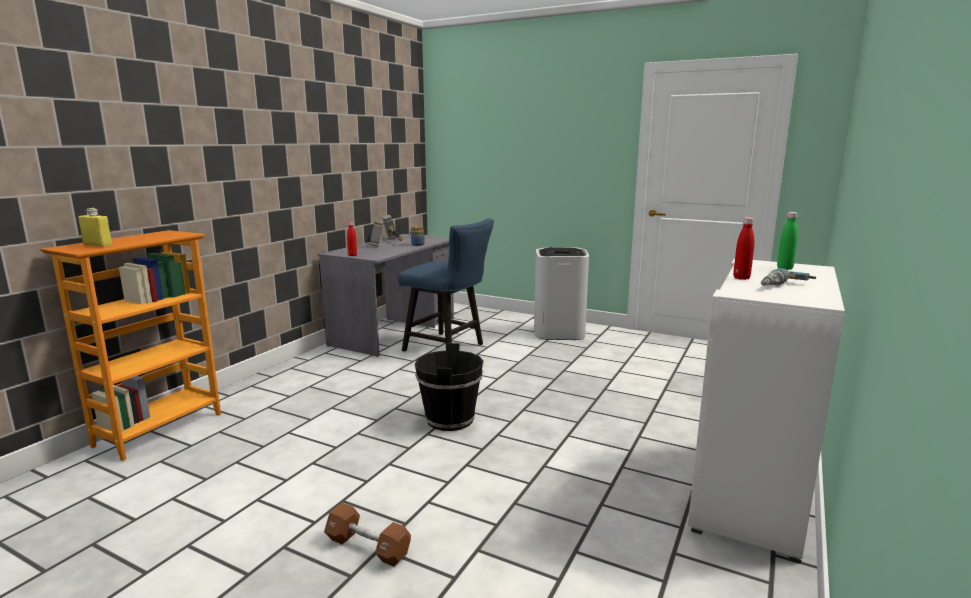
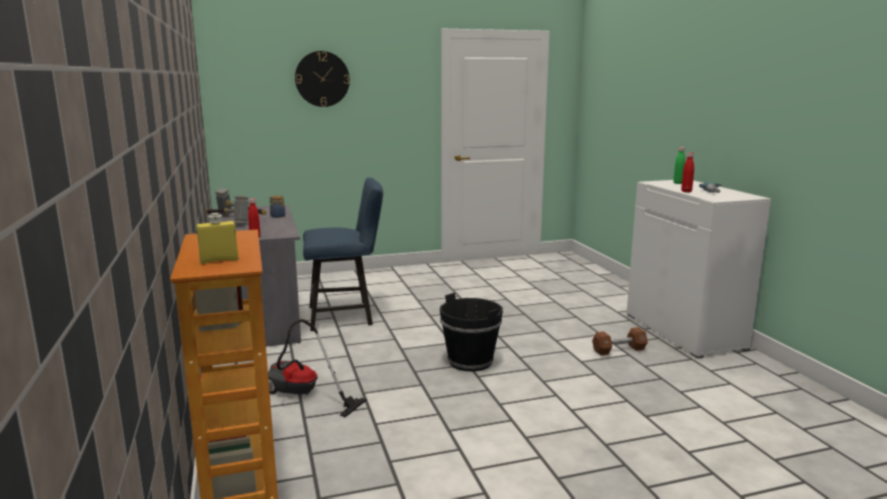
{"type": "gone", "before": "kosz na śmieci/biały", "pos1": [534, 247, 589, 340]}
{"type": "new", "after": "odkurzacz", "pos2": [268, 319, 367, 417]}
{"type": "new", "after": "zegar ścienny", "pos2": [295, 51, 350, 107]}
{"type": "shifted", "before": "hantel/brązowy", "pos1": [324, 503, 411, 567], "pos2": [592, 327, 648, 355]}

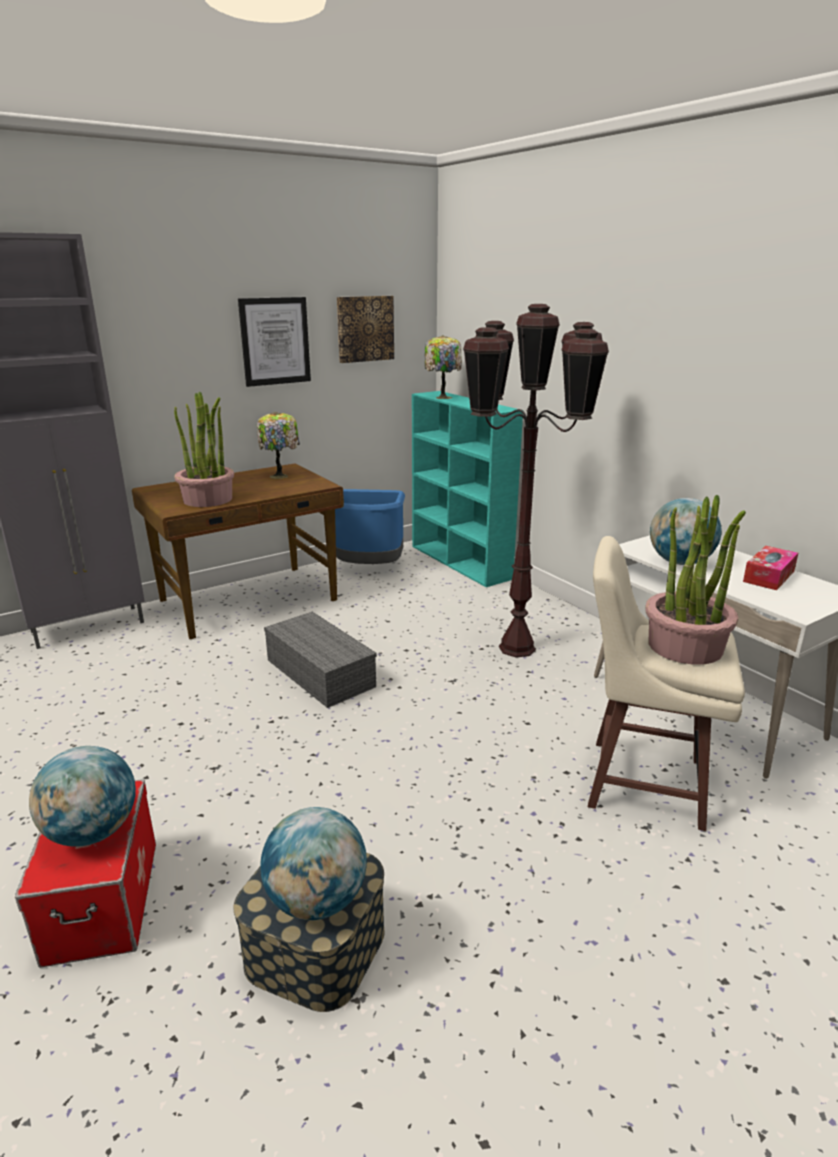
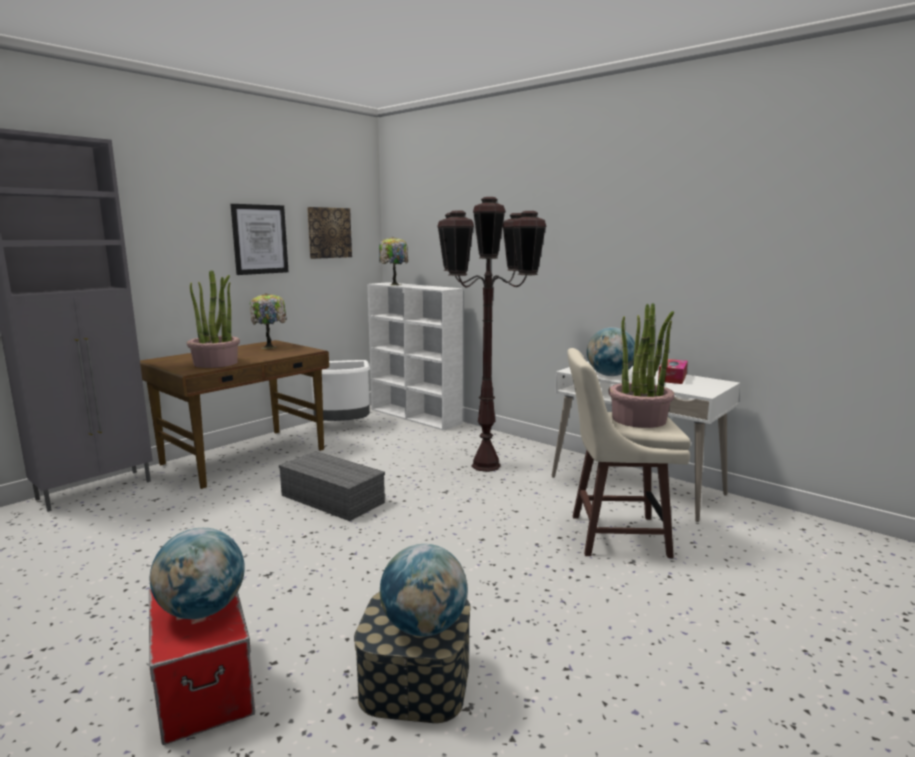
{"type": "repainted", "before": "kosz na śmieci/niebieski", "after": "kosz na śmieci/biały", "pos1": [335, 489, 405, 564], "pos2": [311, 360, 370, 421]}
{"type": "repainted", "before": "regał/turkusowy", "after": "regał/biały", "pos1": [412, 391, 523, 587], "pos2": [367, 282, 463, 431]}

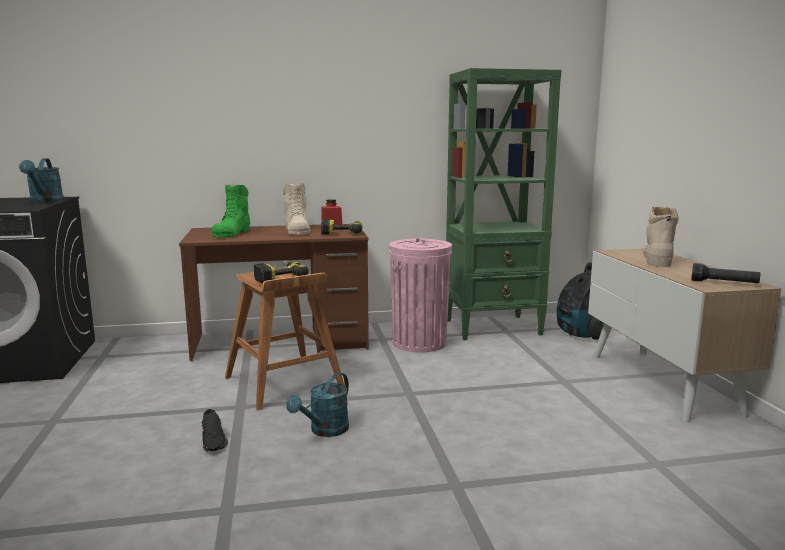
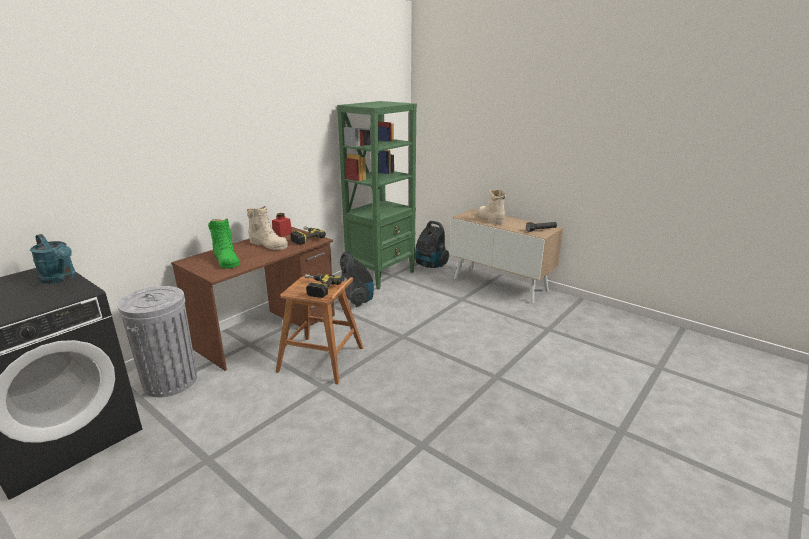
{"type": "gone", "before": "but/czarny", "pos1": [201, 409, 228, 452]}
{"type": "gone", "before": "konewka/turkusowy", "pos1": [286, 372, 349, 437]}
{"type": "new", "after": "kosz na śmieci/szary", "pos2": [117, 286, 197, 397]}
{"type": "swapped", "before": "kosz na śmieci/różowy", "after": "odkurzacz", "pos1": [389, 238, 452, 353], "pos2": [340, 251, 374, 307]}

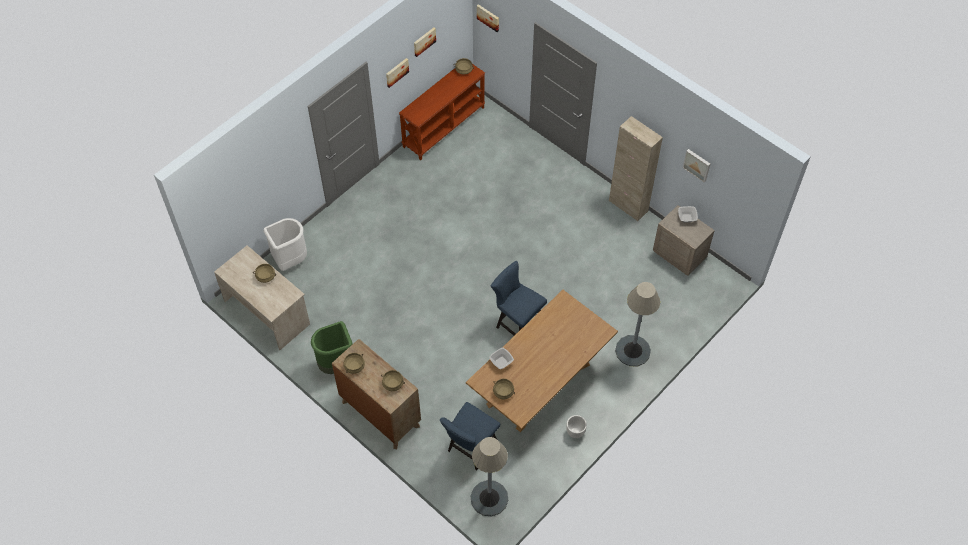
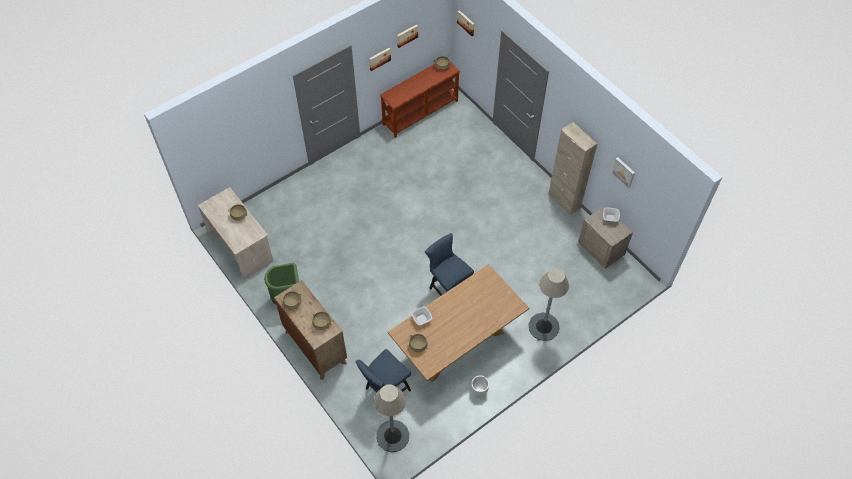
{"type": "gone", "before": "kosz na śmieci/biały", "pos1": [264, 218, 307, 271]}

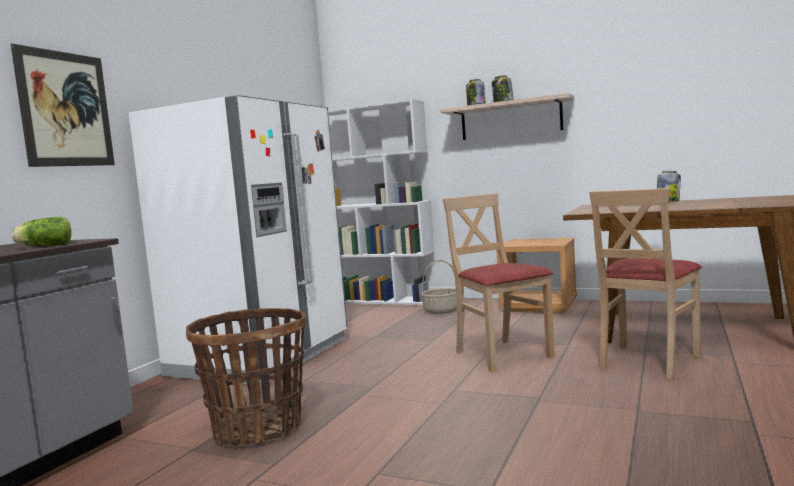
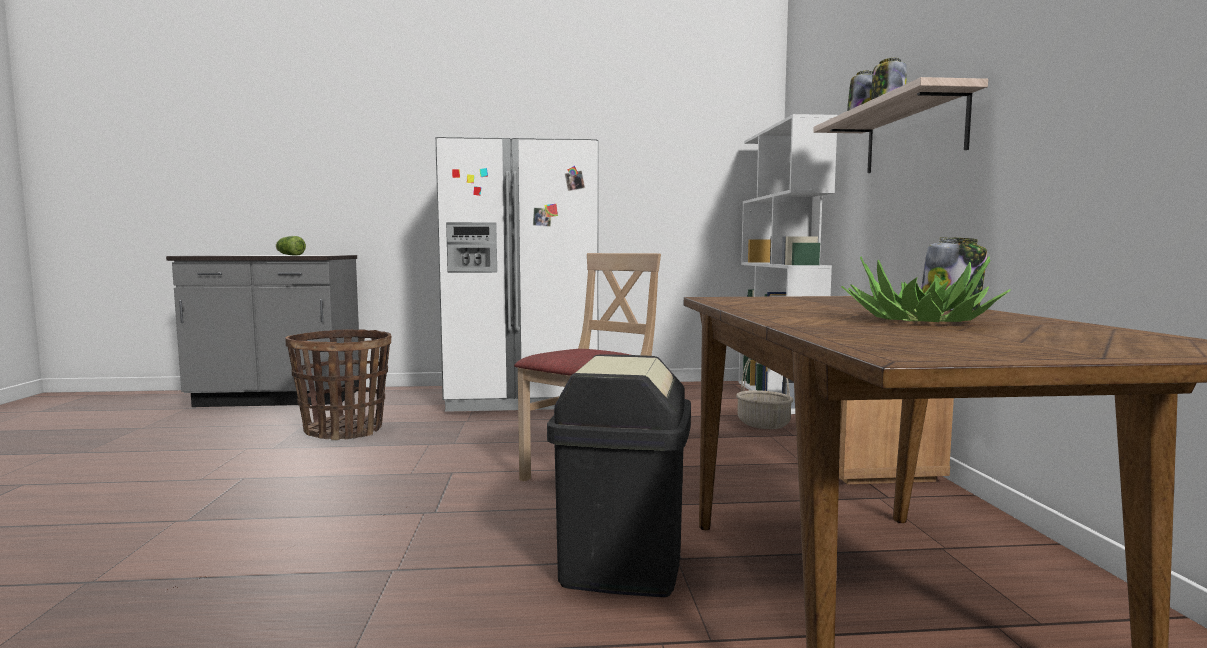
{"type": "gone", "before": "obraz", "pos1": [11, 44, 115, 167]}
{"type": "new", "after": "roślina doniczkowa", "pos2": [841, 256, 1011, 322]}
{"type": "swapped", "before": "krzesło/beżowy", "after": "kosz na śmieci/czarny", "pos1": [589, 188, 702, 379], "pos2": [547, 354, 691, 597]}

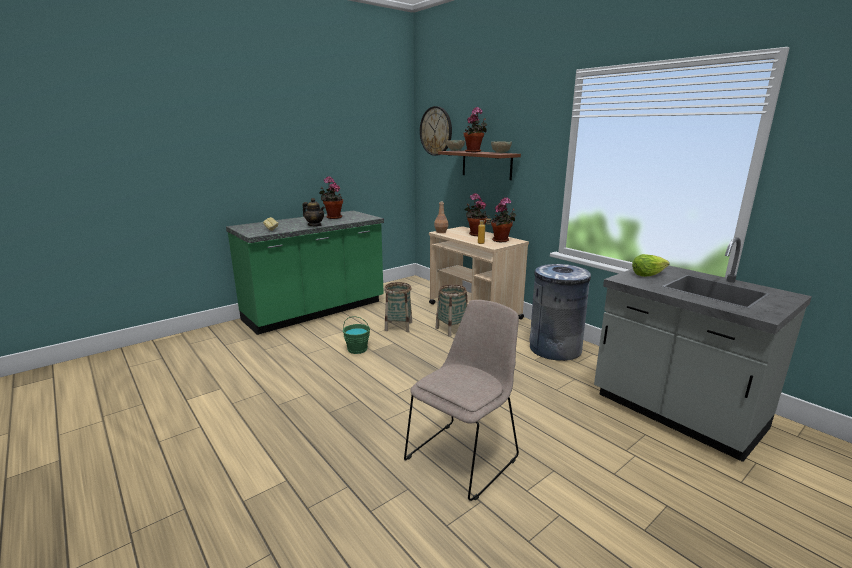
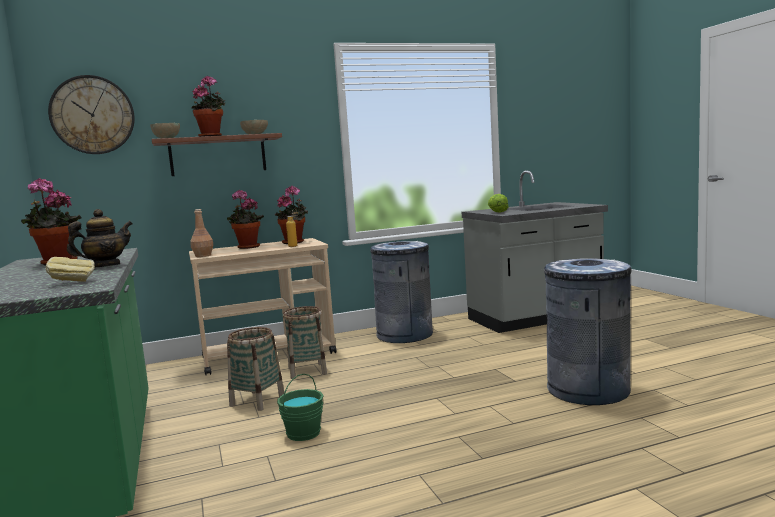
{"type": "swapped", "before": "krzesło/beżowy", "after": "kosz na śmieci/szary", "pos1": [404, 300, 519, 501], "pos2": [544, 258, 631, 405]}

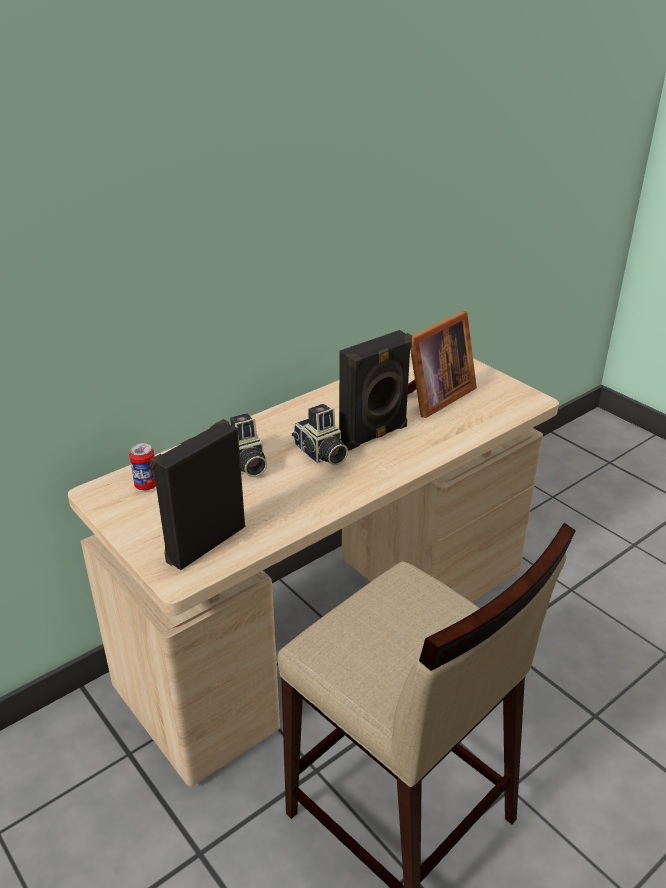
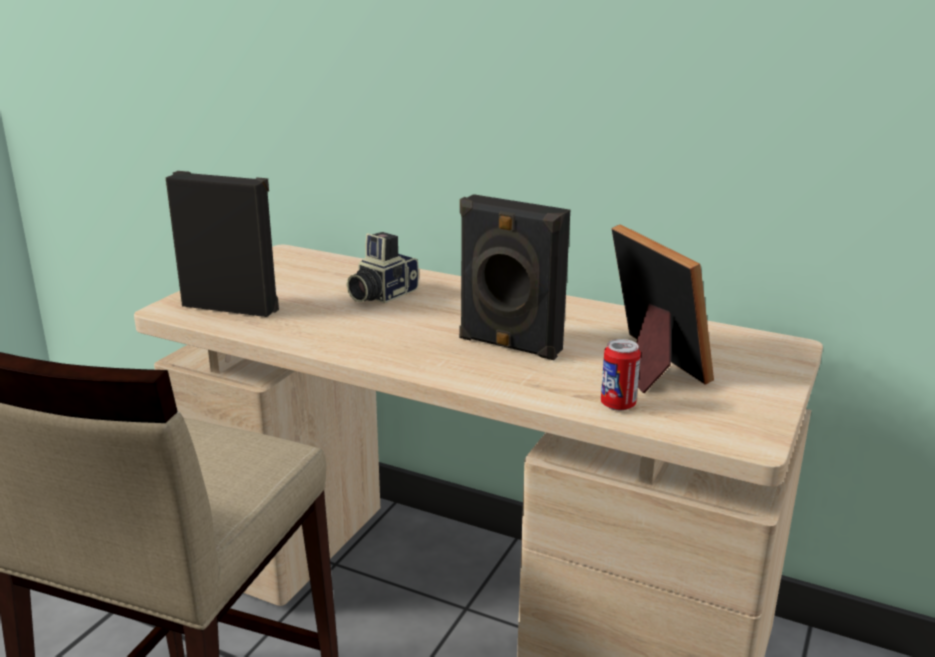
{"type": "gone", "before": "aparat fotograficzny", "pos1": [292, 404, 348, 465]}
{"type": "shifted", "before": "puszka", "pos1": [129, 443, 156, 491], "pos2": [601, 339, 641, 411]}
{"type": "rotated", "before": "ramka na zdjęcie", "pos1": [408, 311, 477, 418], "pos2": [611, 224, 714, 393], "turn": -135}

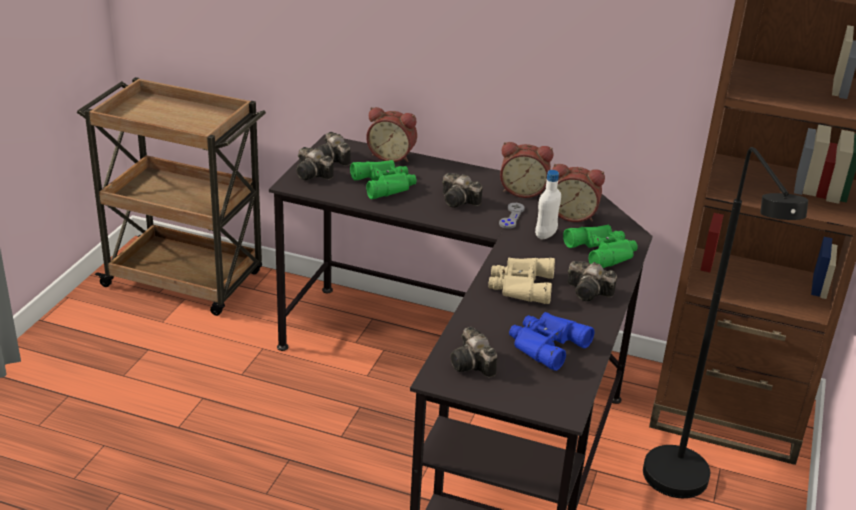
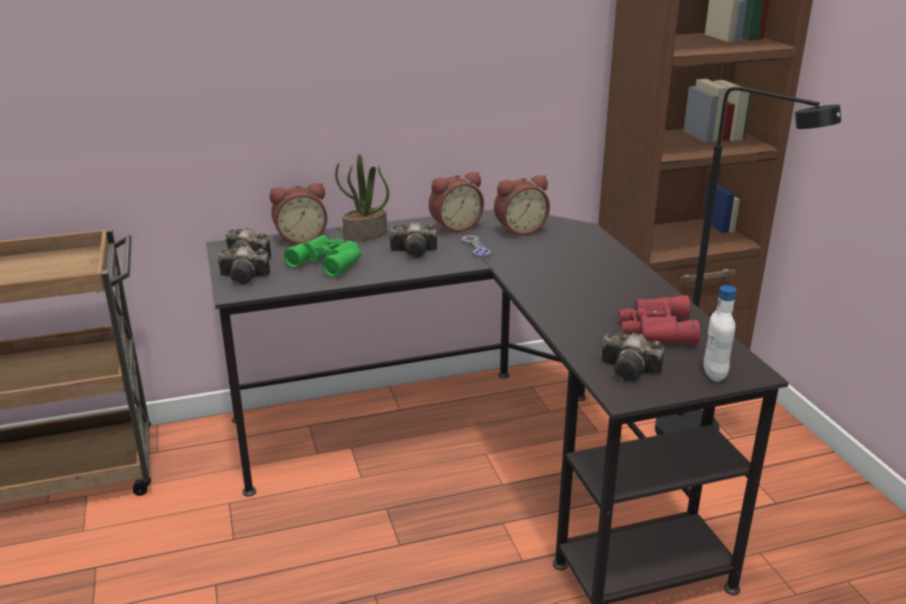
{"type": "gone", "before": "lornetka/beżowy", "pos1": [488, 257, 555, 304]}
{"type": "gone", "before": "lornetka/zielony", "pos1": [563, 225, 638, 268]}
{"type": "gone", "before": "aparat fotograficzny", "pos1": [568, 261, 617, 301]}
{"type": "new", "after": "roślina doniczkowa", "pos2": [335, 154, 389, 241]}
{"type": "shifted", "before": "butelka/biały", "pos1": [535, 170, 561, 239], "pos2": [703, 285, 736, 382]}
{"type": "repainted", "before": "lornetka/niebieski", "after": "lornetka/czerwony", "pos1": [509, 312, 594, 371], "pos2": [619, 295, 700, 345]}

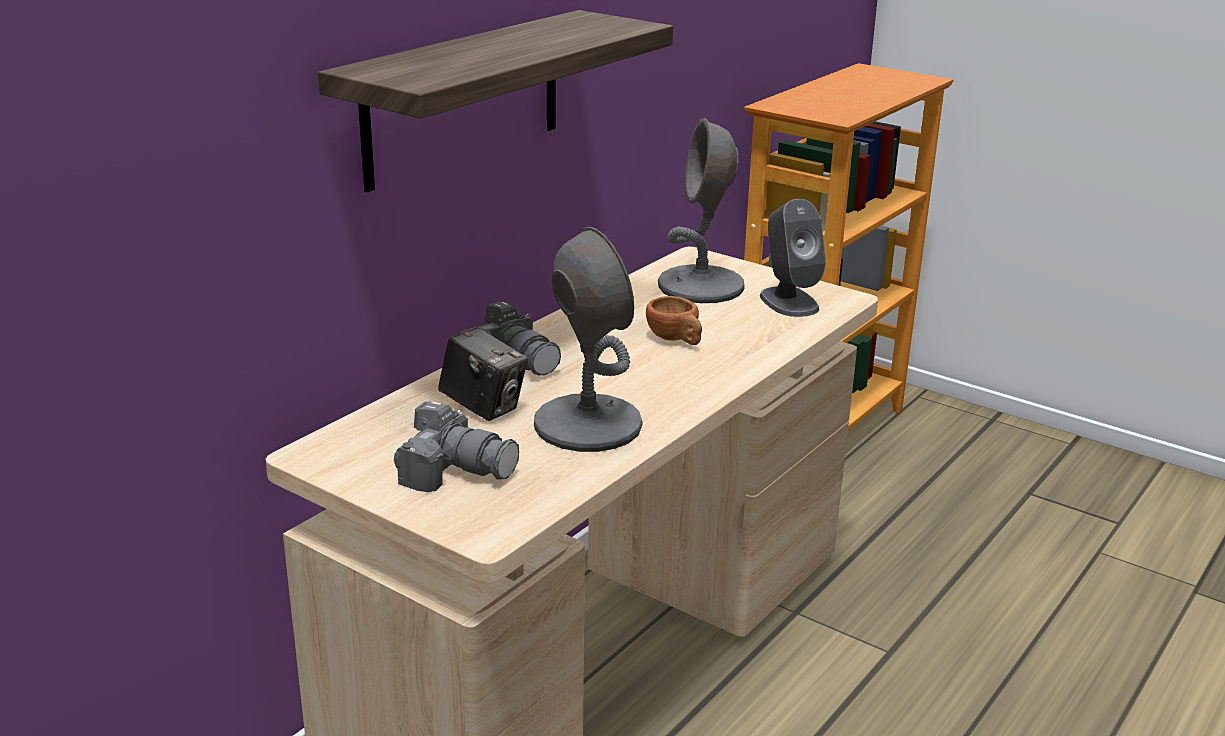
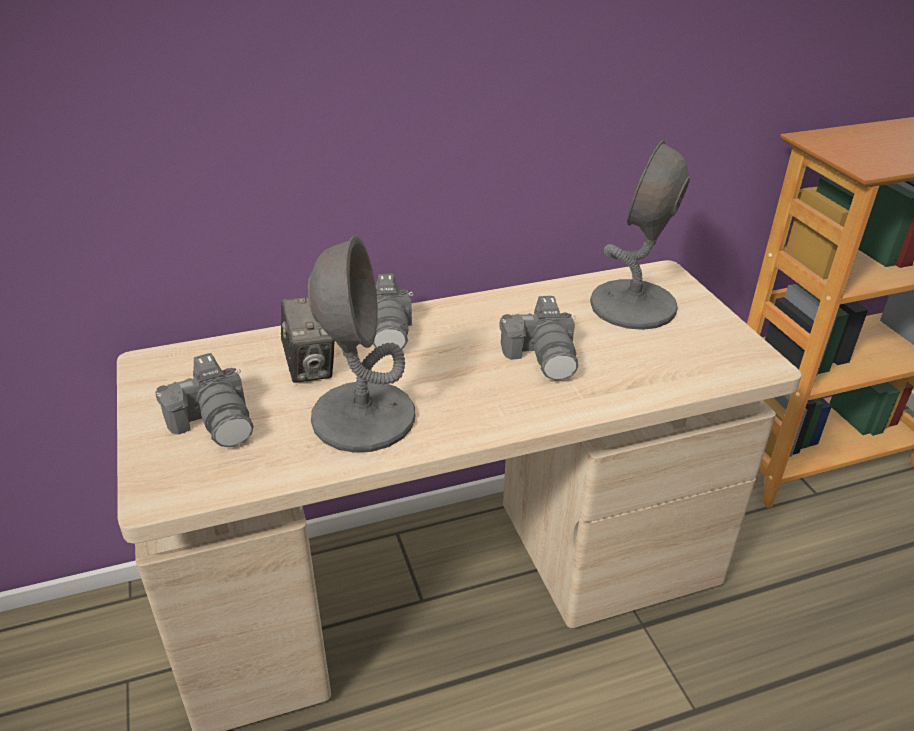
{"type": "gone", "before": "półka", "pos1": [318, 10, 673, 192]}
{"type": "gone", "before": "głośnik/szary", "pos1": [760, 199, 826, 317]}
{"type": "swapped", "before": "filiżanka/brązowy", "after": "aparat fotograficzny", "pos1": [646, 296, 702, 345], "pos2": [500, 296, 578, 380]}

